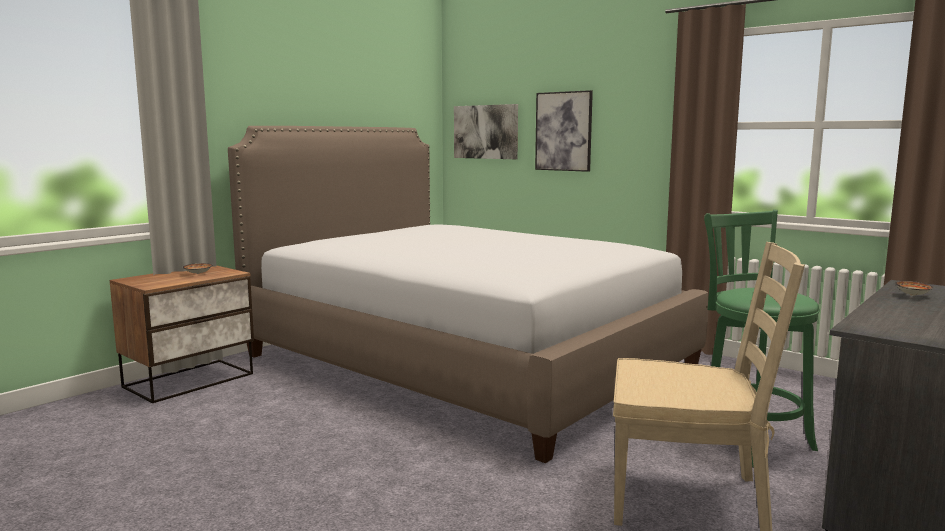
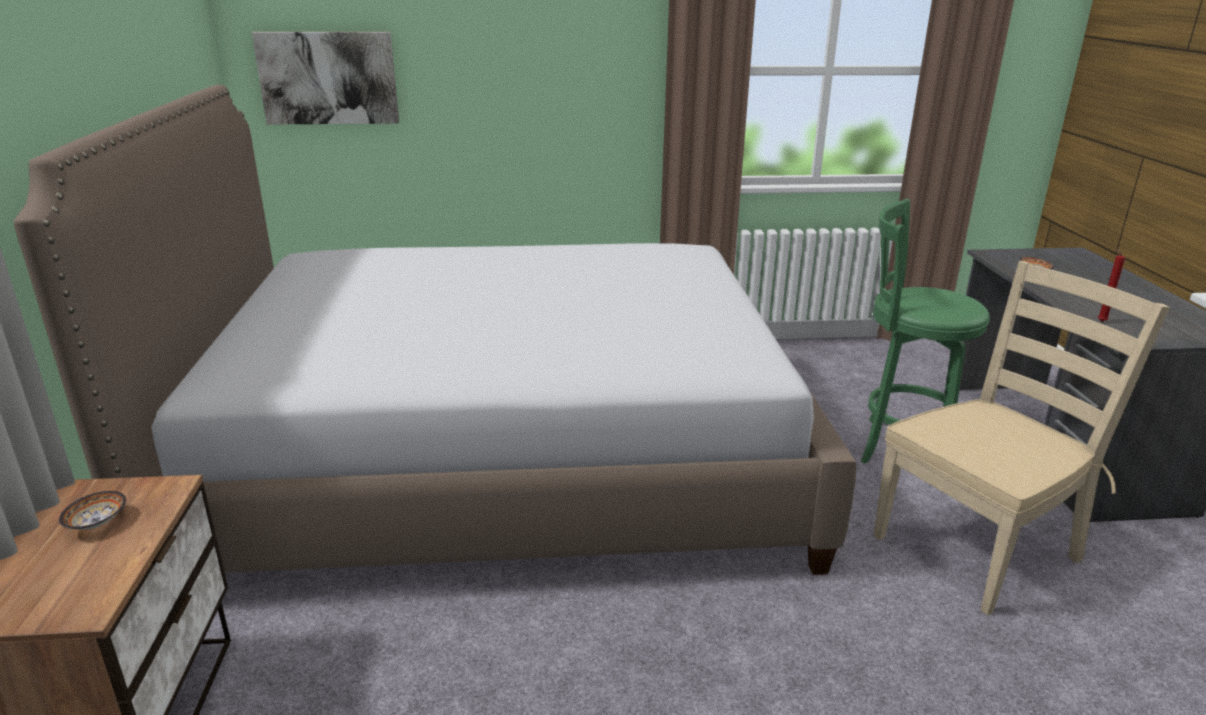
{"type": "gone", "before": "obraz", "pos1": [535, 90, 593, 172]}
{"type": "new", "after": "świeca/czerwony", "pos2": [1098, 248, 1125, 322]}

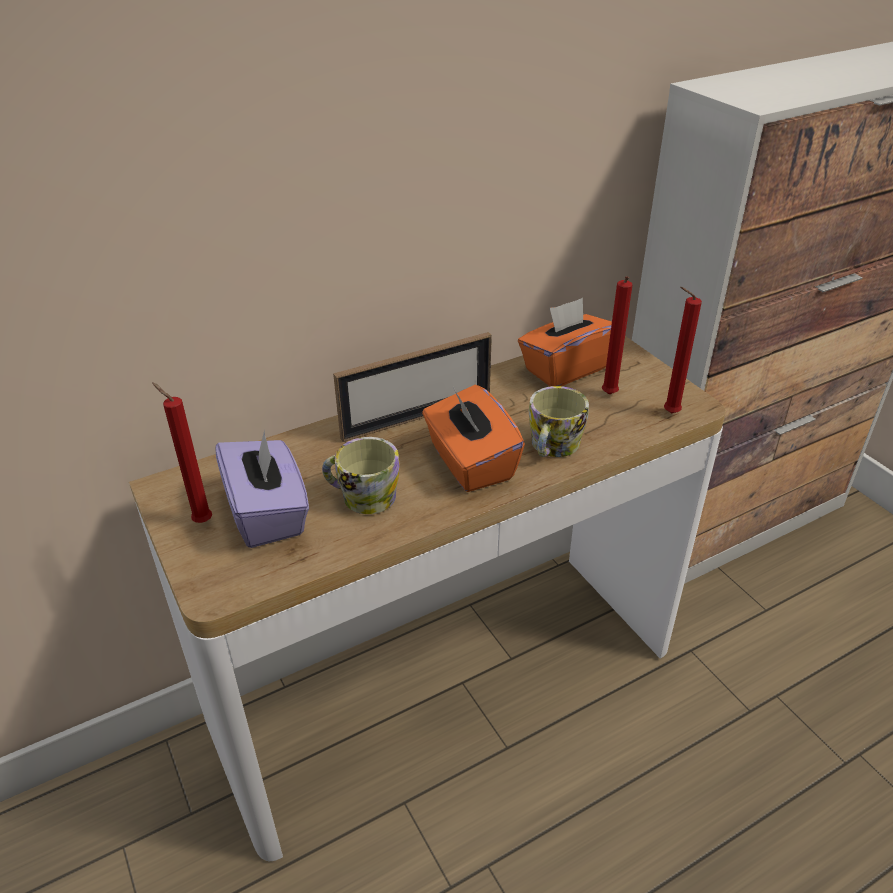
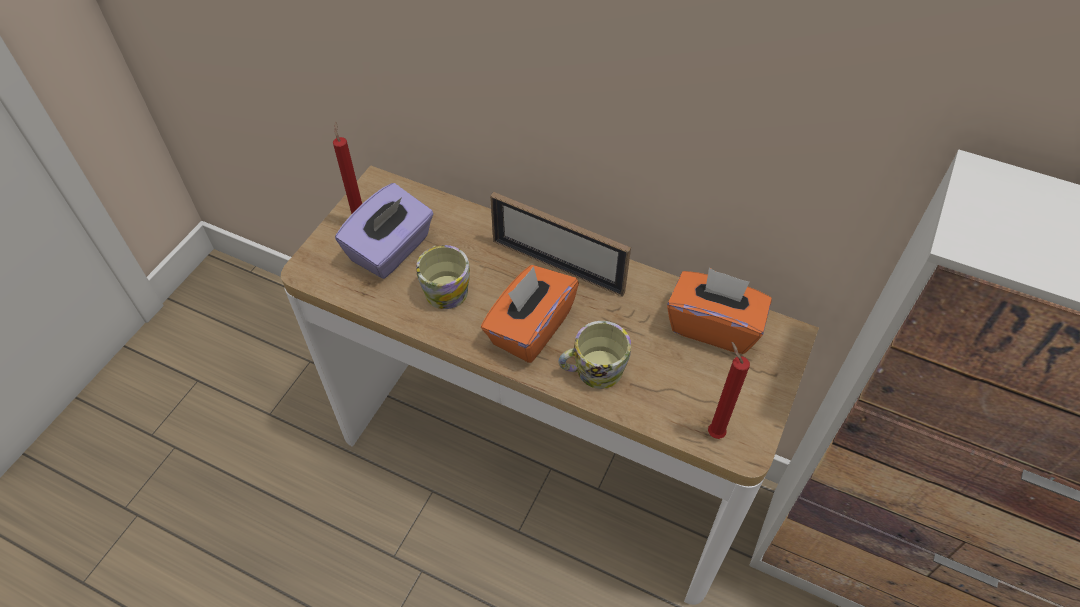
{"type": "gone", "before": "świeca/czerwony", "pos1": [602, 276, 632, 394]}

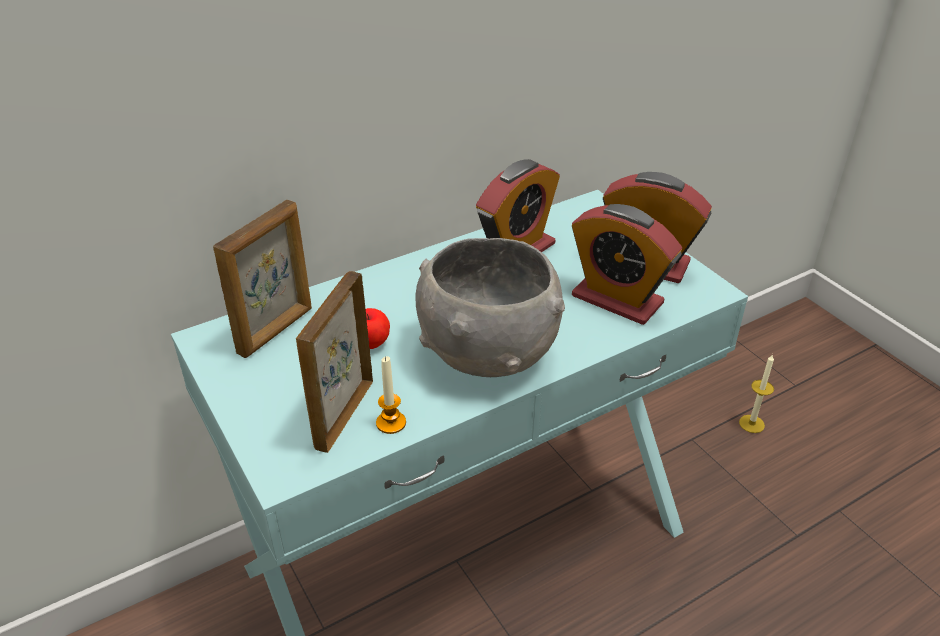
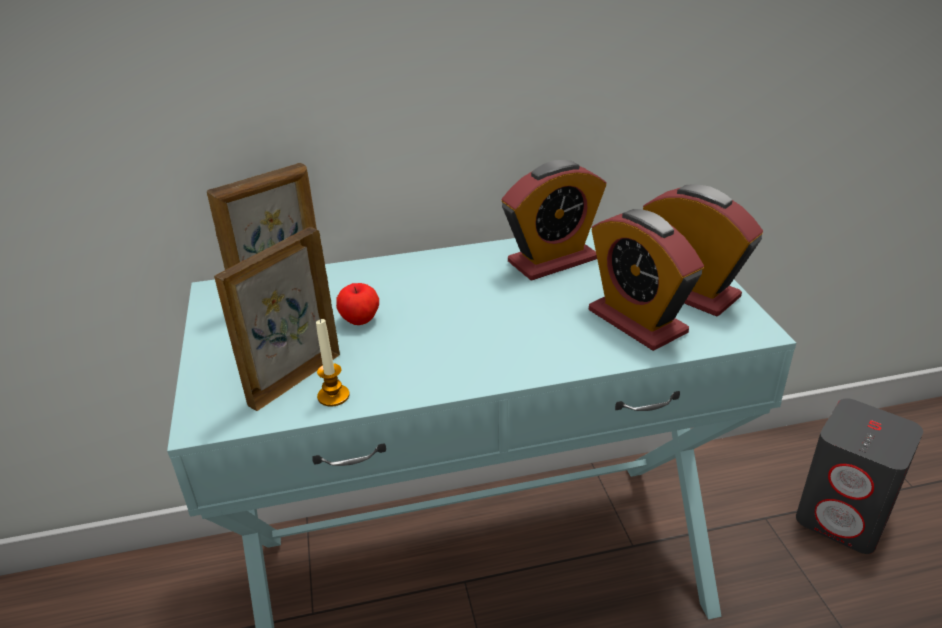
{"type": "gone", "before": "miska/szary", "pos1": [416, 238, 565, 377]}
{"type": "swapped", "before": "świeca", "after": "głośnik/szary", "pos1": [739, 354, 774, 433], "pos2": [796, 398, 923, 554]}

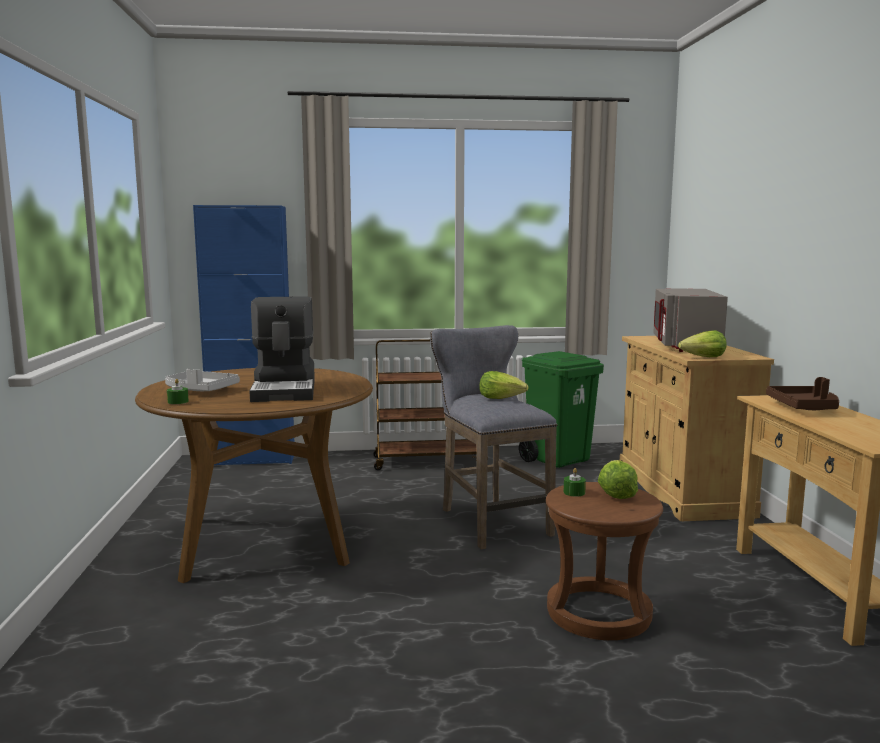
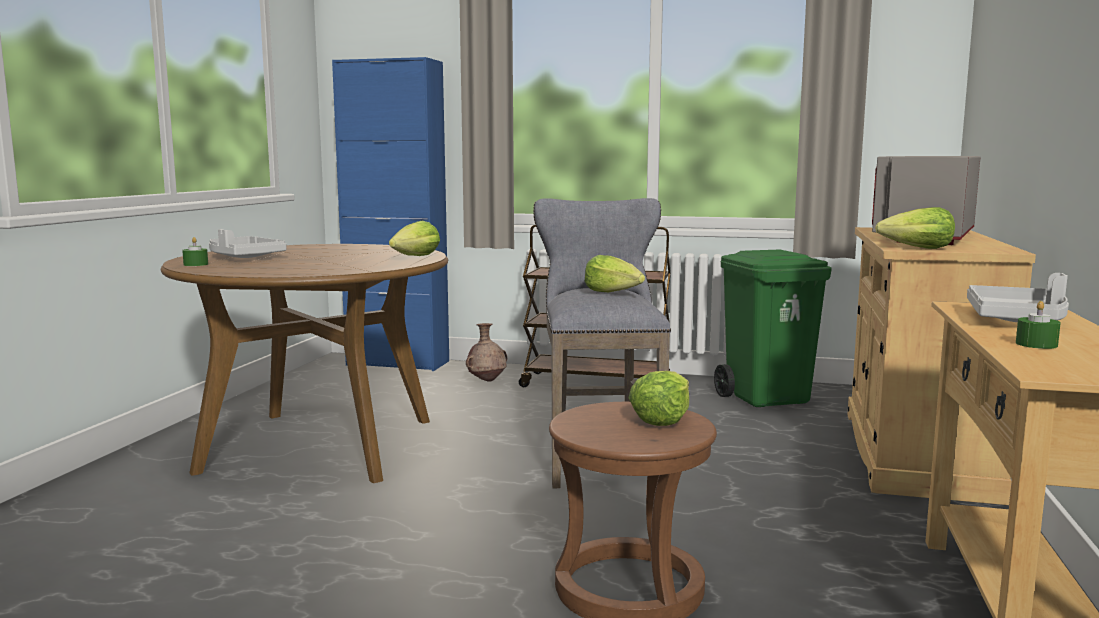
{"type": "gone", "before": "ekspres do kawy", "pos1": [250, 296, 315, 402]}
{"type": "new", "after": "sałata", "pos2": [389, 221, 440, 256]}
{"type": "new", "after": "wazon/brązowy", "pos2": [466, 323, 507, 382]}
{"type": "shifted", "before": "świeca/zielony", "pos1": [564, 468, 586, 497], "pos2": [1016, 301, 1061, 349]}
{"type": "repainted", "before": "taca/brązowy", "after": "taca/szary", "pos1": [766, 377, 839, 410], "pos2": [967, 273, 1069, 322]}

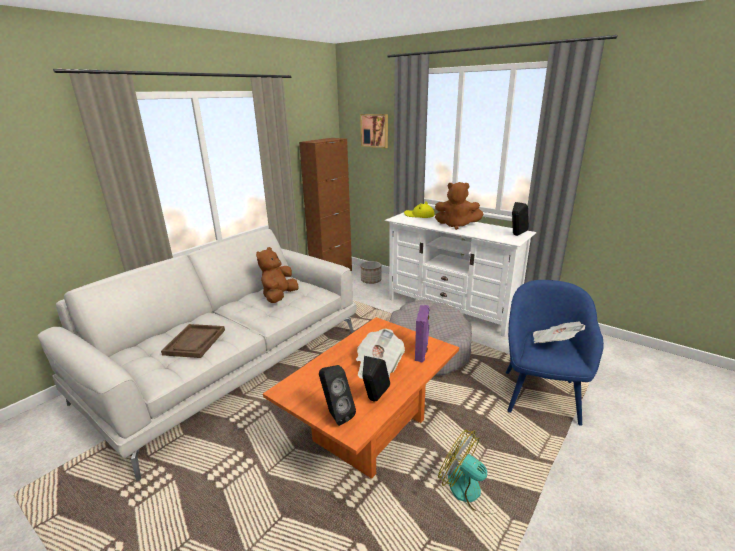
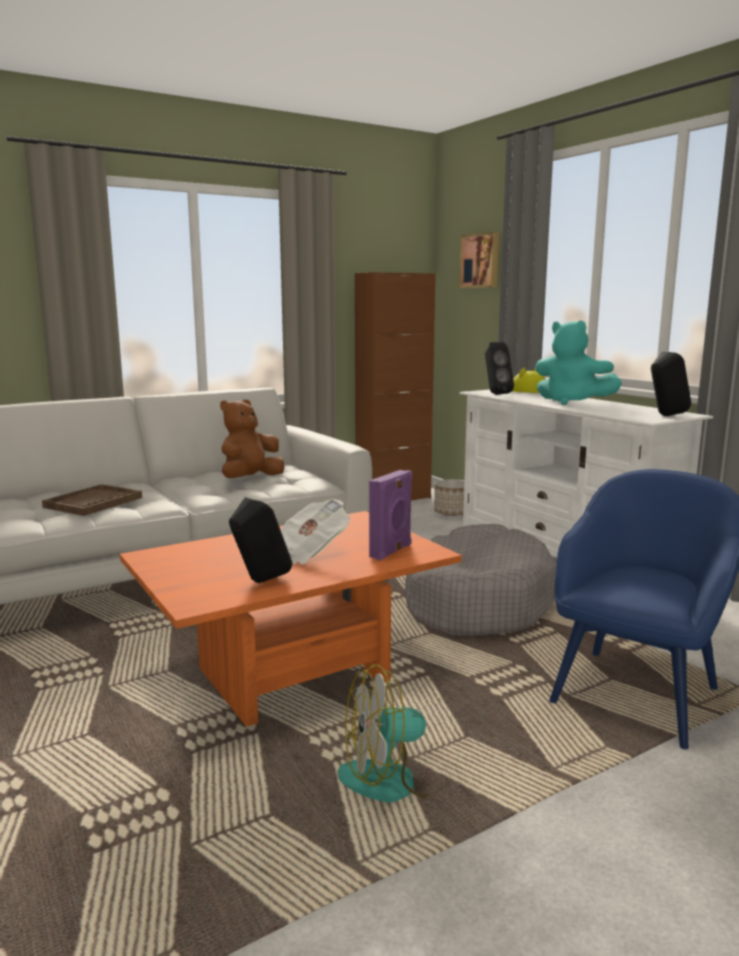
{"type": "gone", "before": "gazeta", "pos1": [533, 322, 585, 343]}
{"type": "shifted", "before": "głośnik/czarny", "pos1": [319, 365, 356, 426], "pos2": [485, 342, 514, 395]}
{"type": "repainted", "before": "pluszak/brązowy", "after": "pluszak/turkusowy", "pos1": [435, 182, 483, 230], "pos2": [535, 320, 622, 405]}
{"type": "rotated", "before": "wentylator", "pos1": [438, 430, 495, 514], "pos2": [337, 664, 451, 802], "turn": -75}

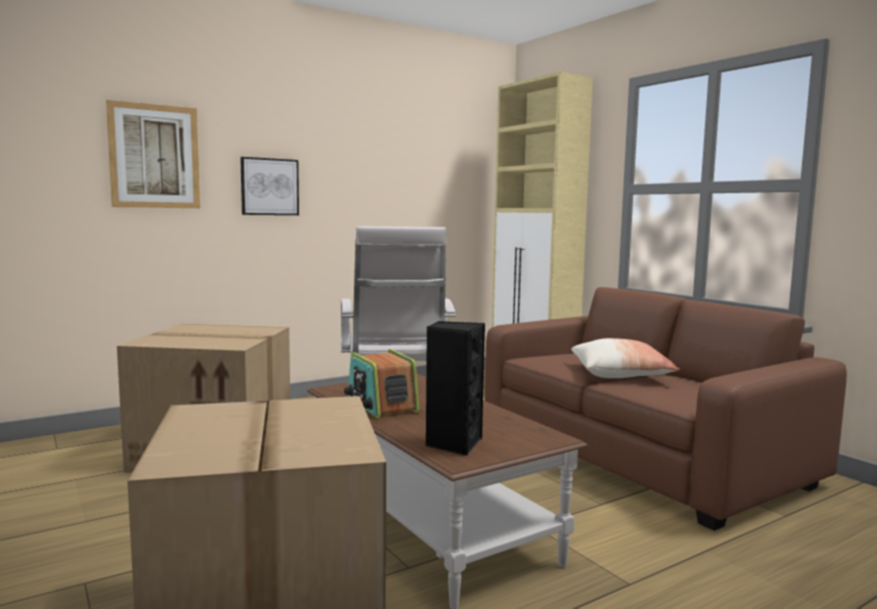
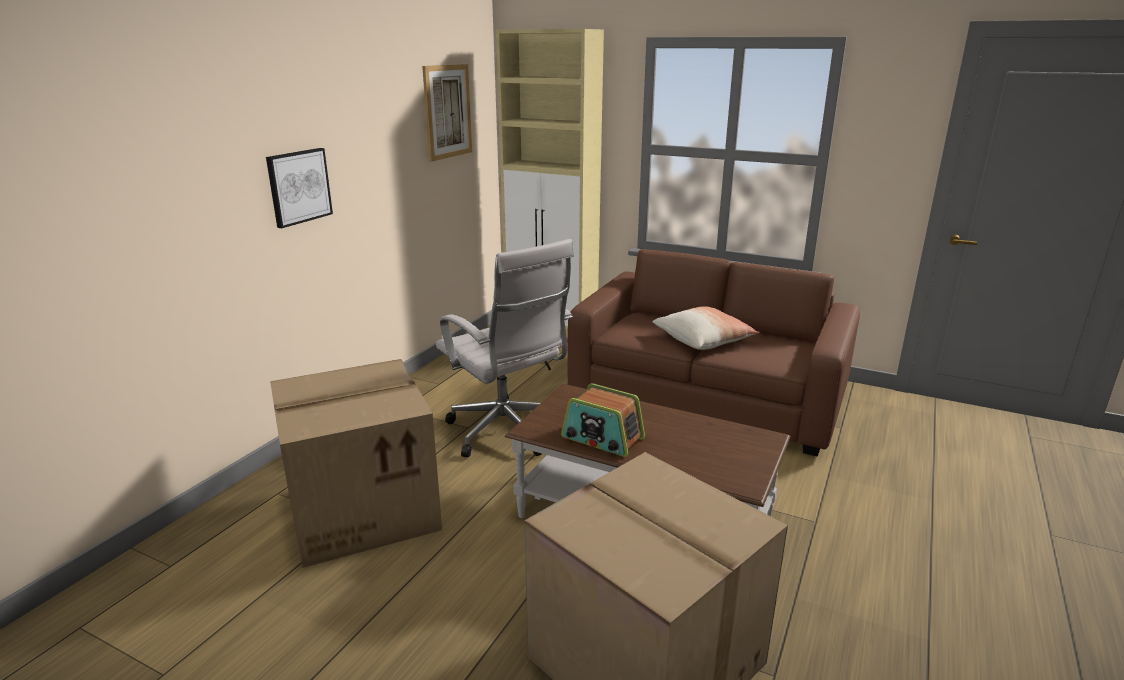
{"type": "gone", "before": "głośnik/czarny", "pos1": [425, 321, 485, 456]}
{"type": "shifted", "before": "obraz", "pos1": [106, 100, 200, 208], "pos2": [422, 64, 472, 162]}

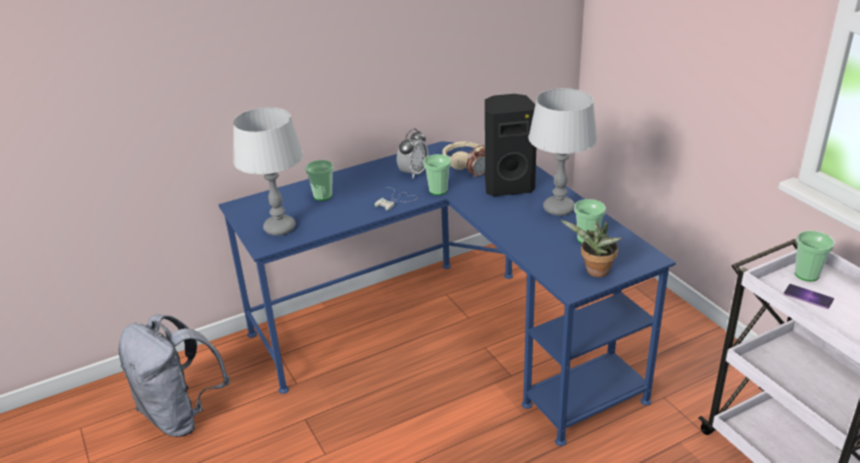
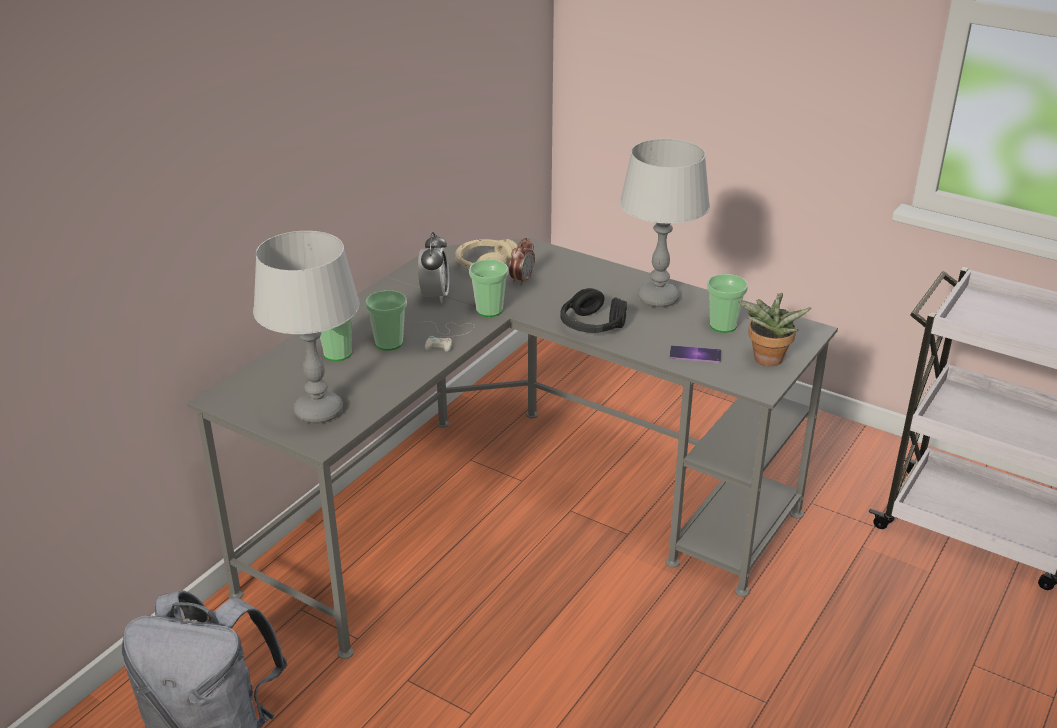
{"type": "gone", "before": "głośnik/czarny", "pos1": [485, 94, 536, 197]}
{"type": "new", "after": "słuchawki/czarny", "pos2": [560, 288, 627, 333]}
{"type": "shifted", "before": "telefon", "pos1": [784, 284, 834, 309], "pos2": [670, 345, 721, 363]}
{"type": "shifted", "before": "filiżanka", "pos1": [795, 231, 835, 281], "pos2": [365, 290, 407, 351]}
{"type": "repainted", "before": "biurko/niebieski", "after": "biurko/szary", "pos1": [218, 141, 676, 446], "pos2": [187, 238, 838, 659]}

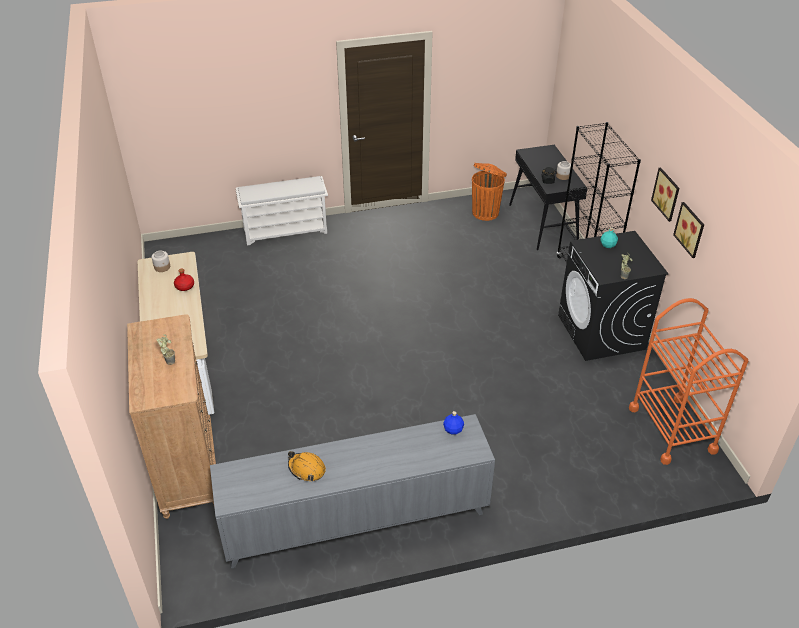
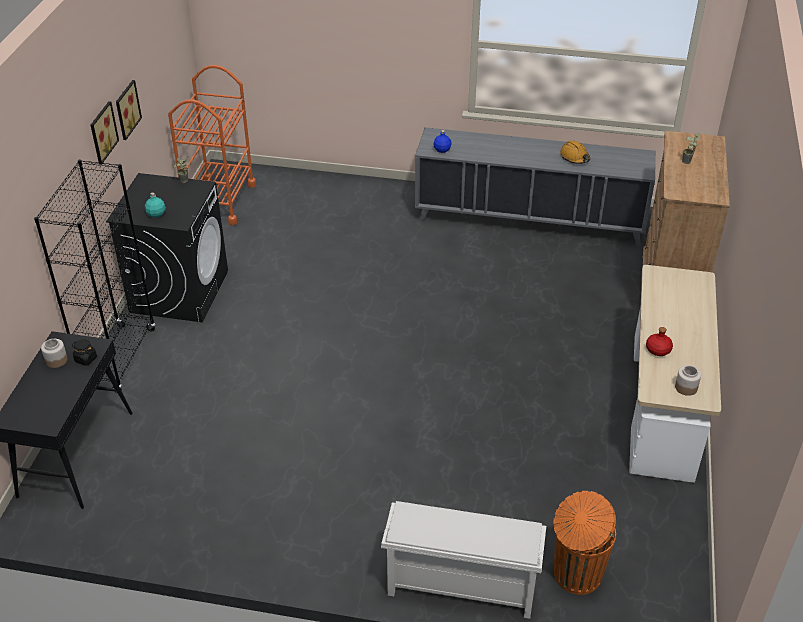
{"type": "shifted", "before": "kosz na śmieci/pomarańczowy", "pos1": [472, 163, 507, 221], "pos2": [553, 491, 616, 595]}

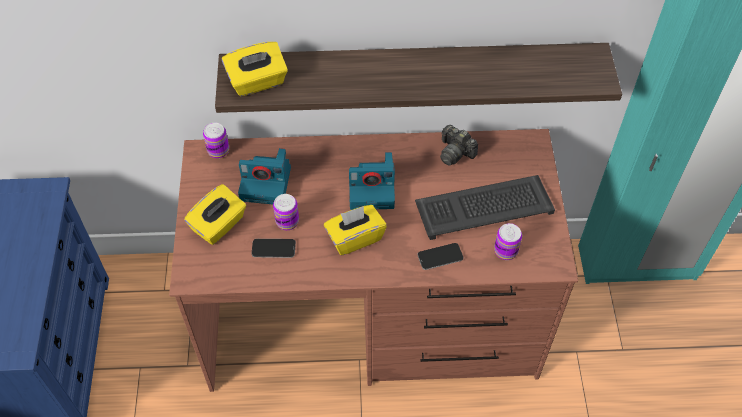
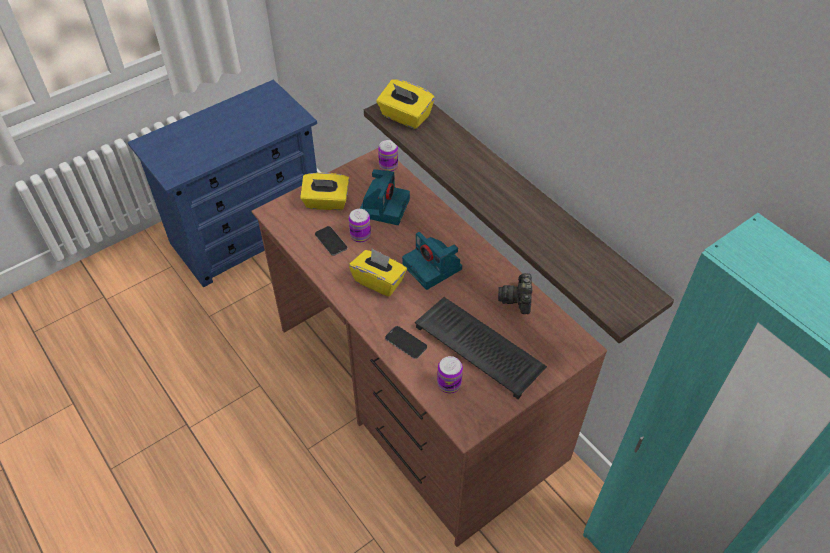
{"type": "rotated", "before": "aparat fotograficzny", "pos1": [238, 148, 291, 204], "pos2": [360, 169, 410, 225], "turn": -135}

